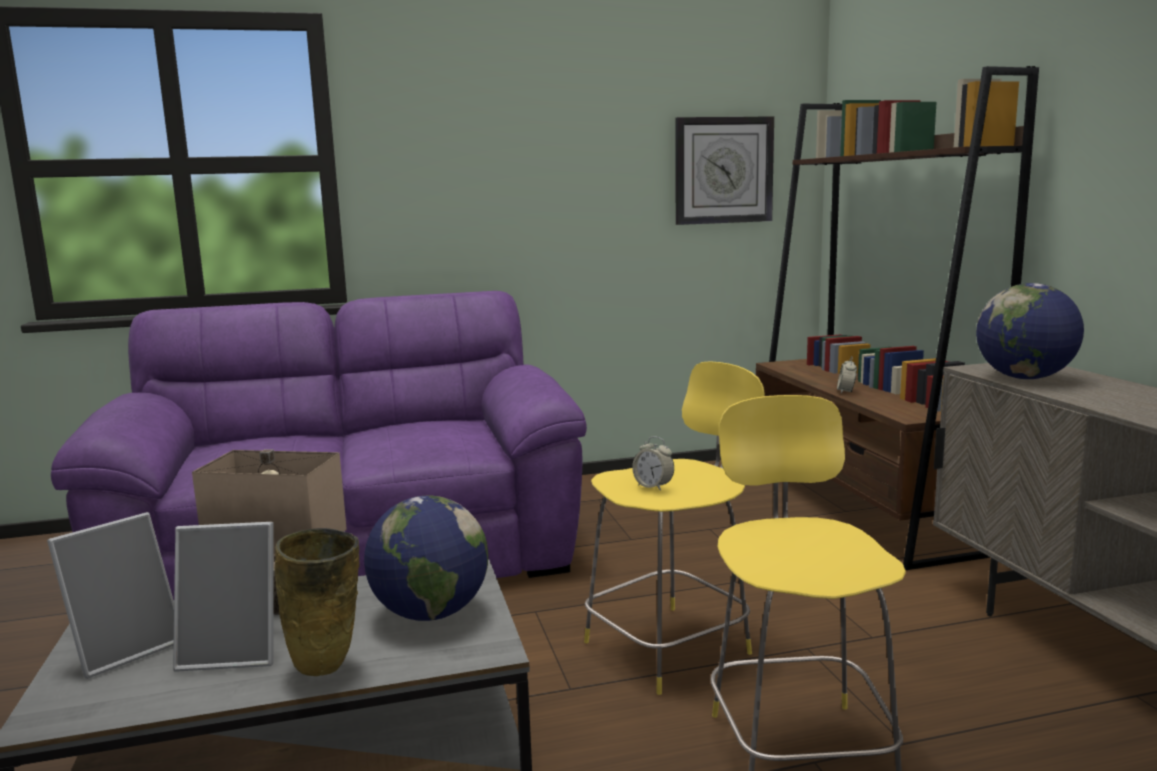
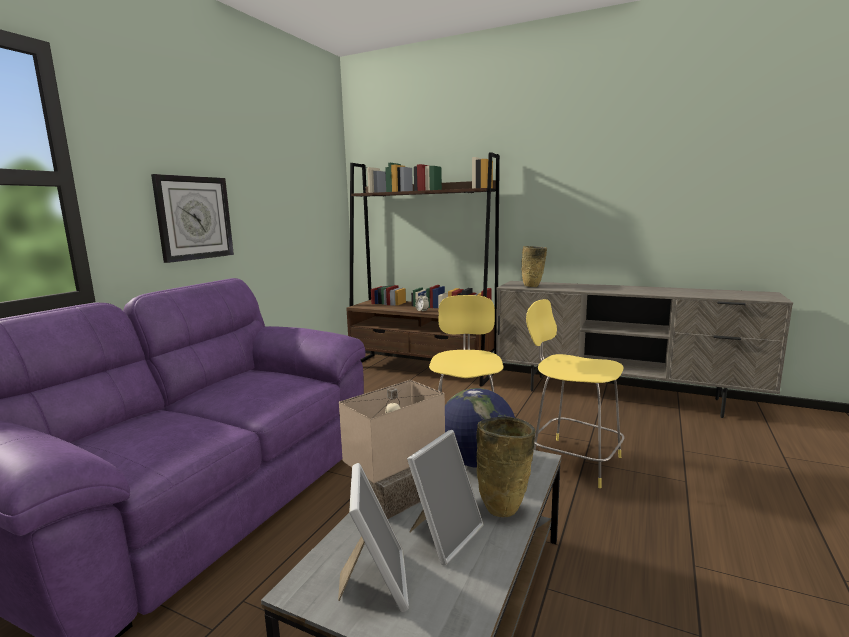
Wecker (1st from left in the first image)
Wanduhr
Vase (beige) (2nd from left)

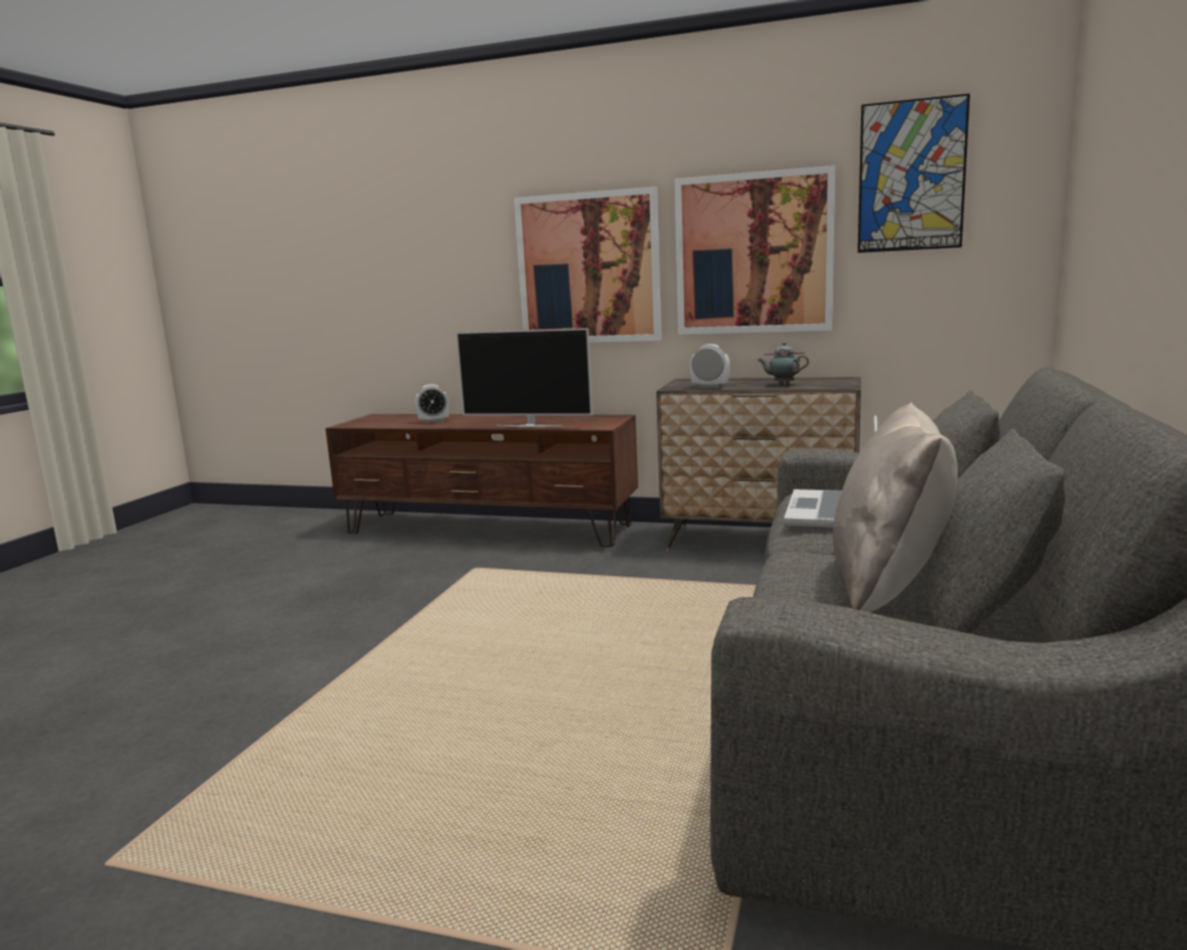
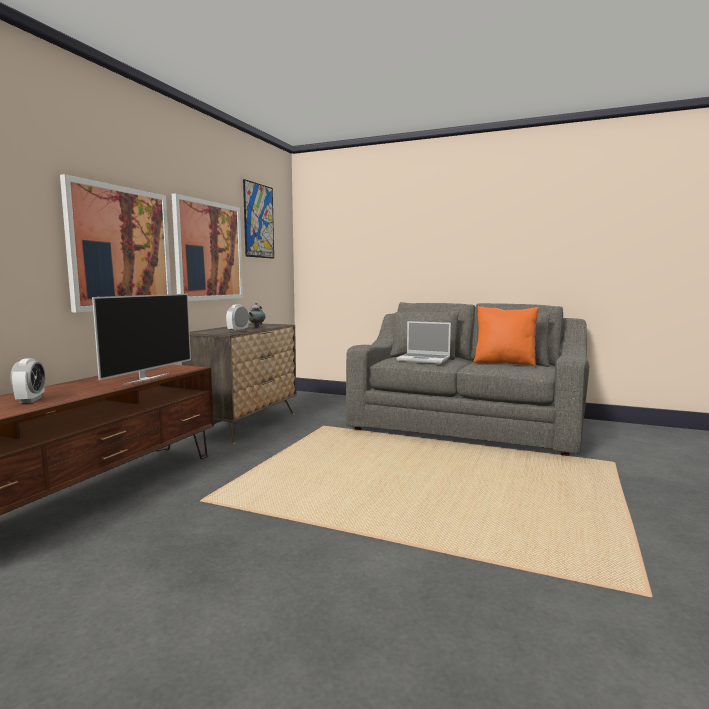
Kissen (orange)

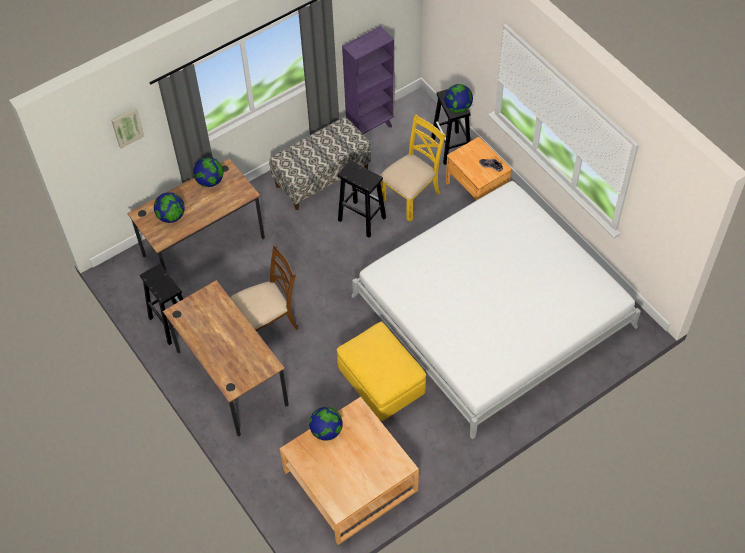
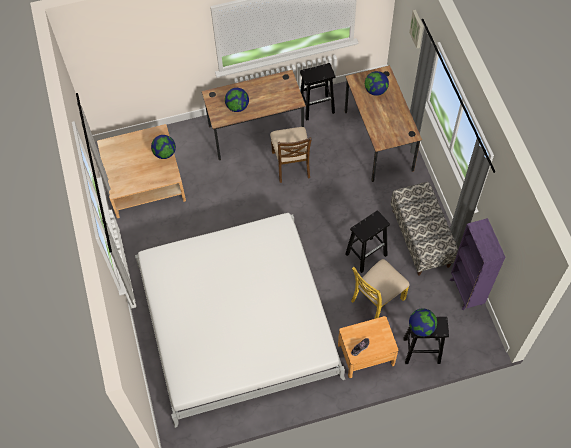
Polsterhocker (gelb)
Globus (2nd from left)
Stuhl (gelb)

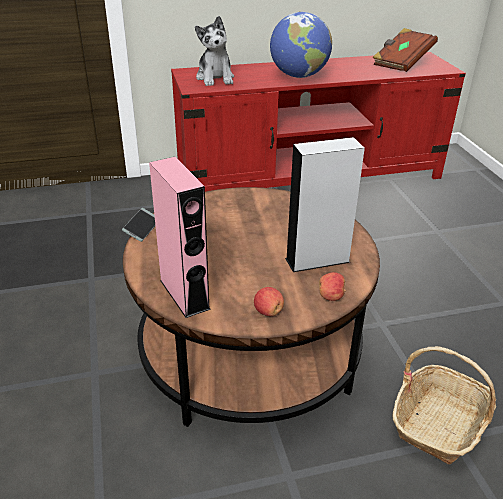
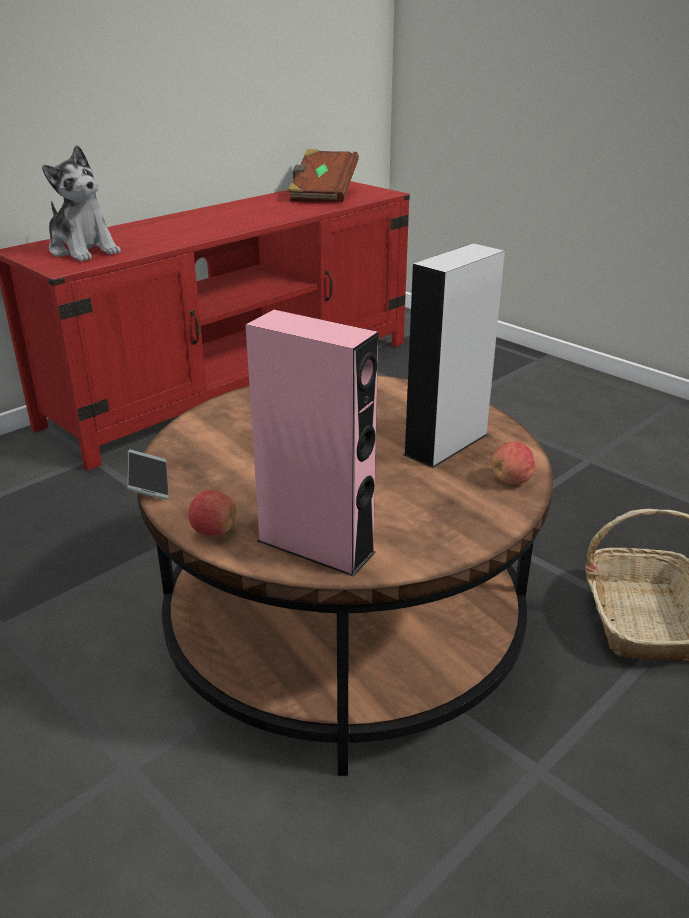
Globus
Apfel (1st from left)

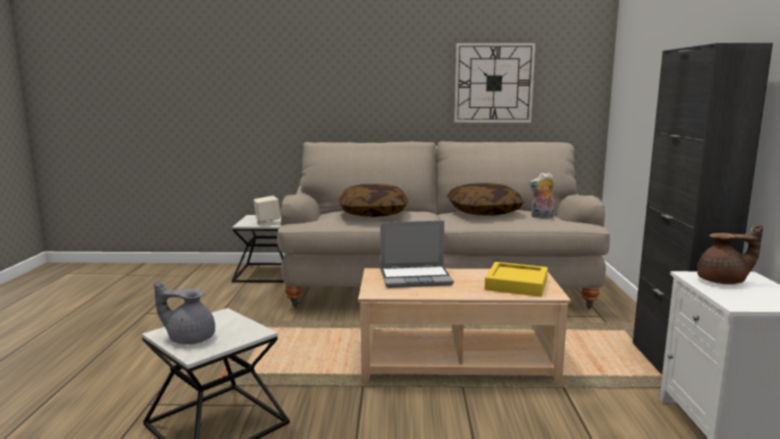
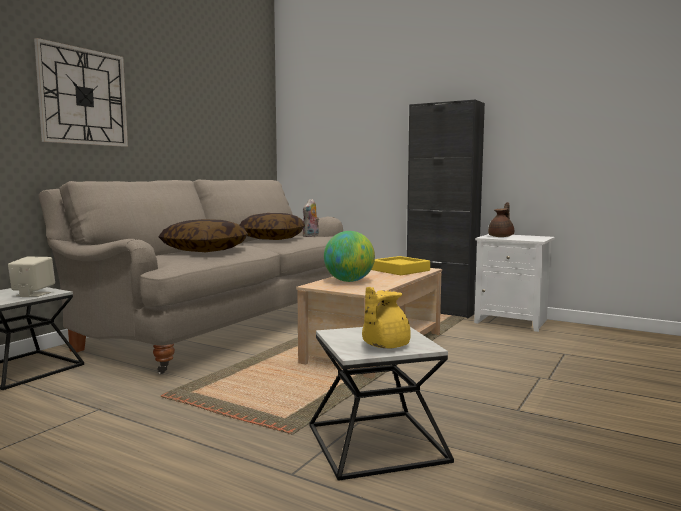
Wanduhr
Globus
Teekanne (gelb)

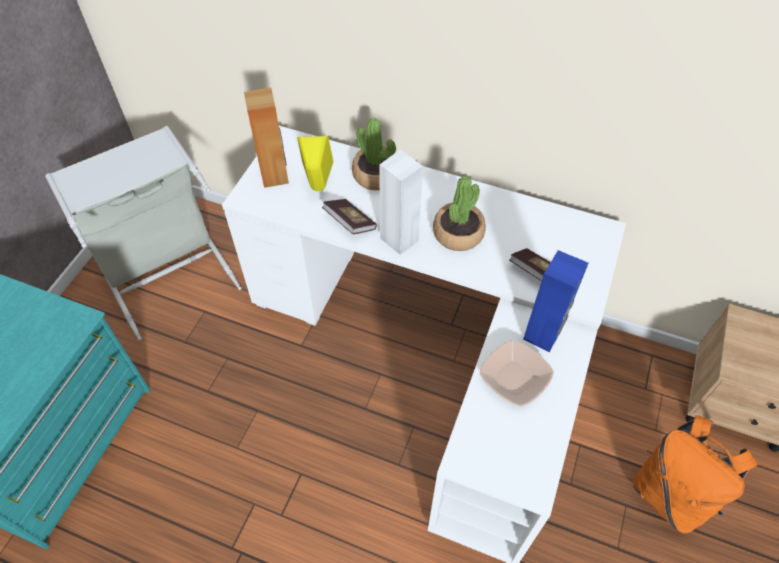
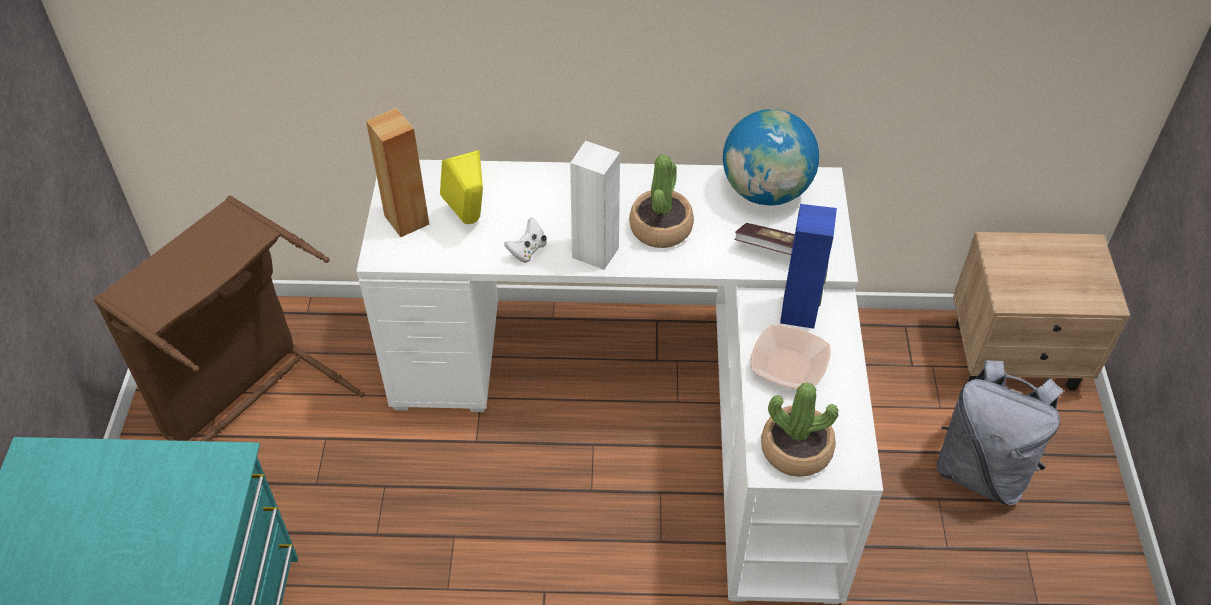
Globus
Topfpflanze (2nd from left)
Gamepad (weiß)
Wäschekorb (braun)
Rucksack (grau)

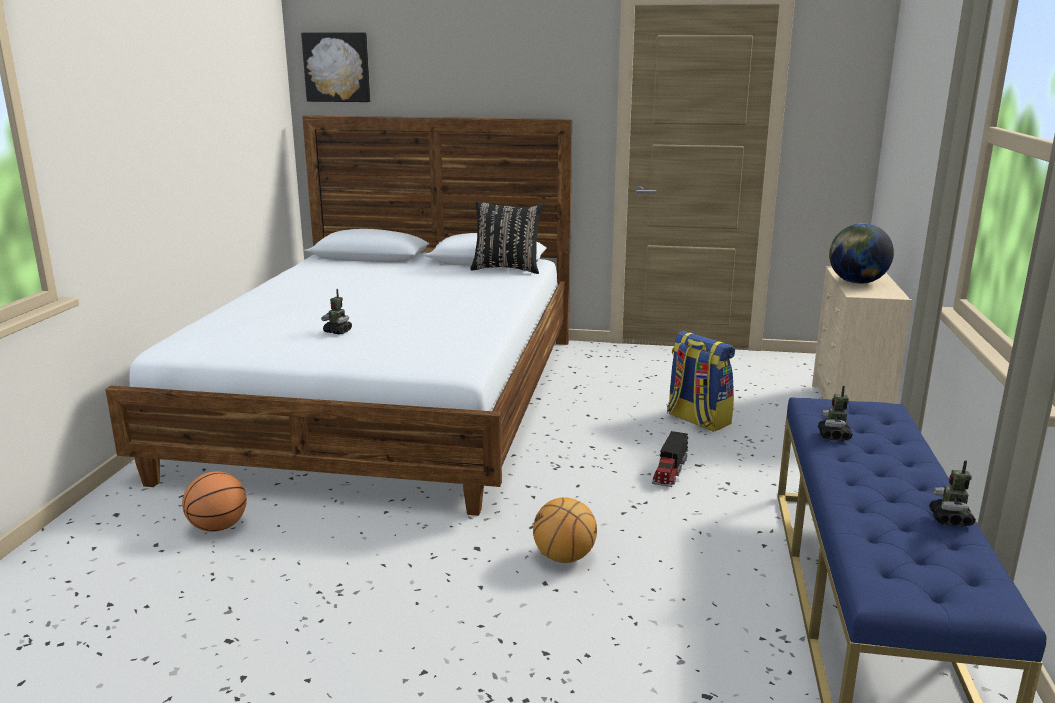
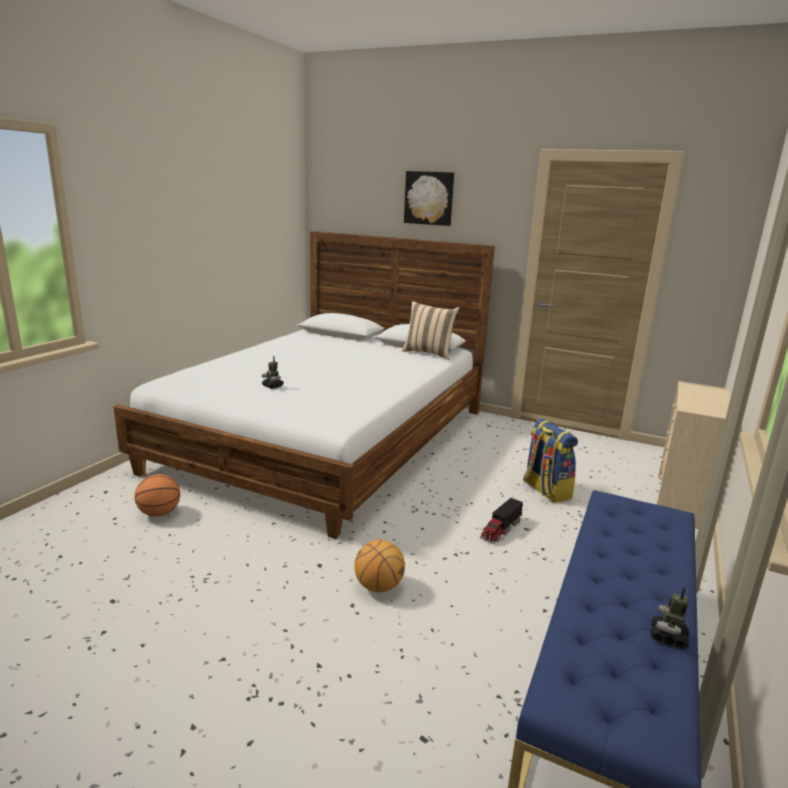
Spielzeugroboter (2nd from left in the first image)
Globus
Bild
Kissen (beige)

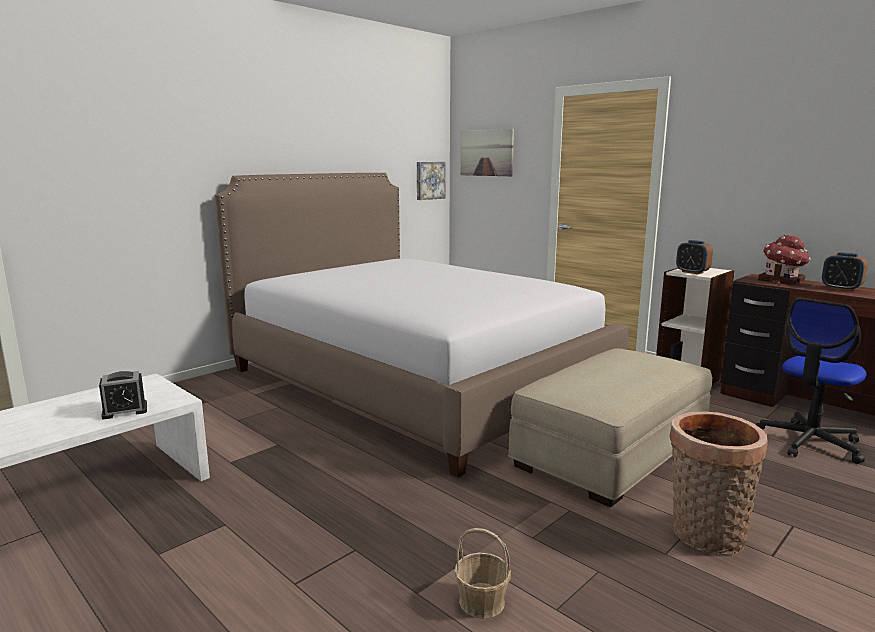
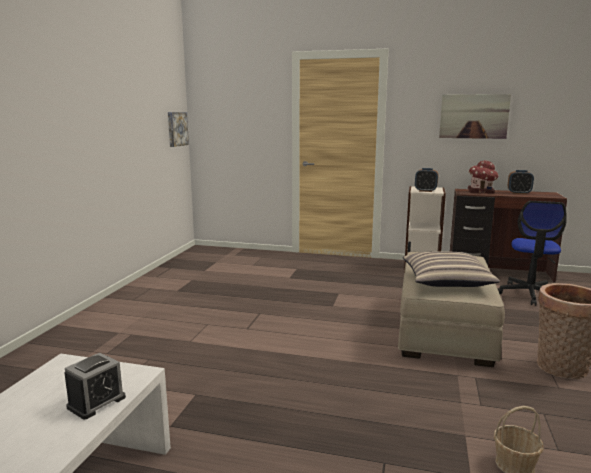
Bett
Kissen
Bild (2nd from left)

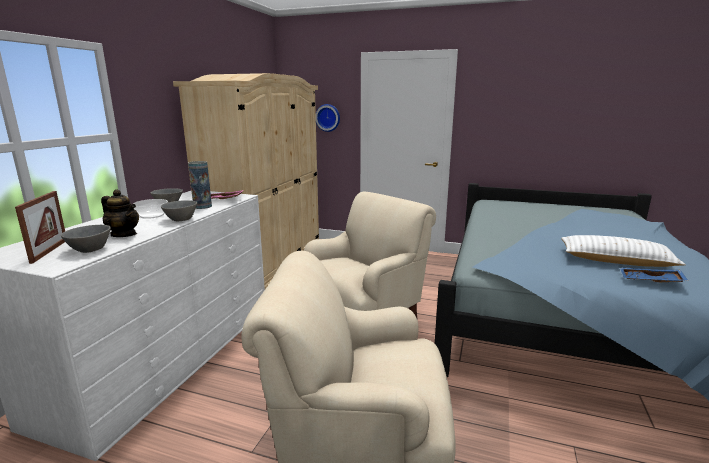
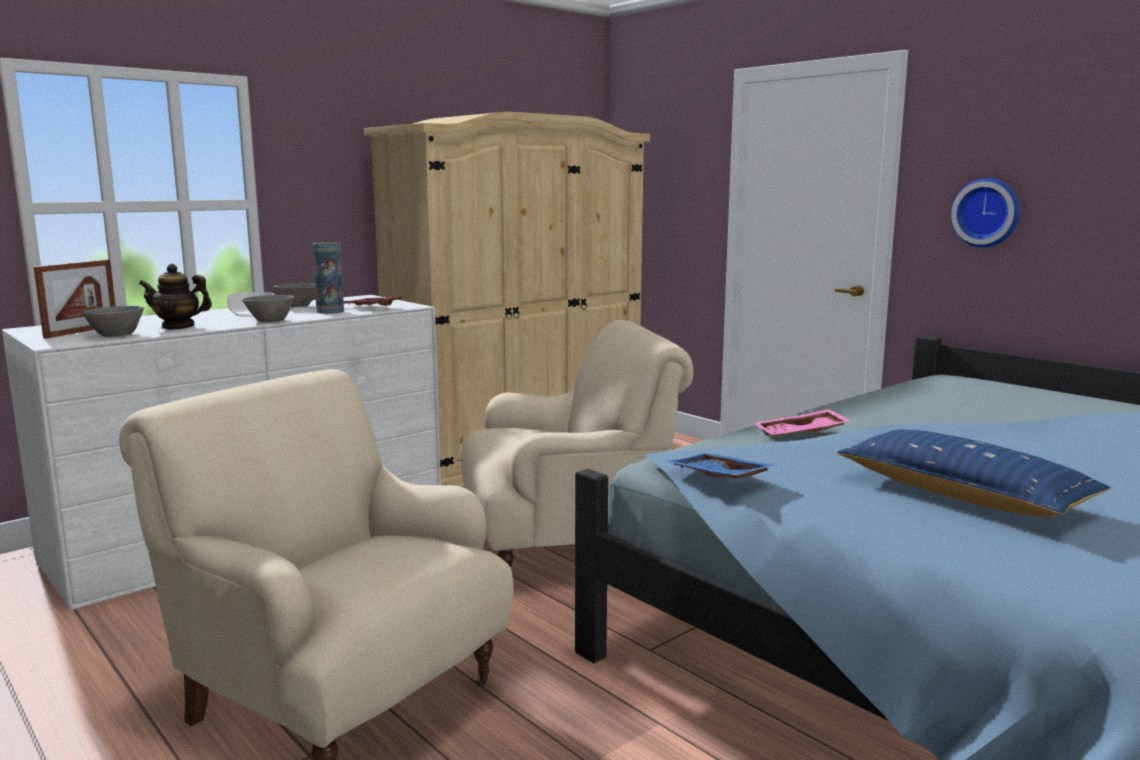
Tablett (rosa) (2nd from left)
Wanduhr
Tablett (blau)
Kissen (blau)
Teekanne

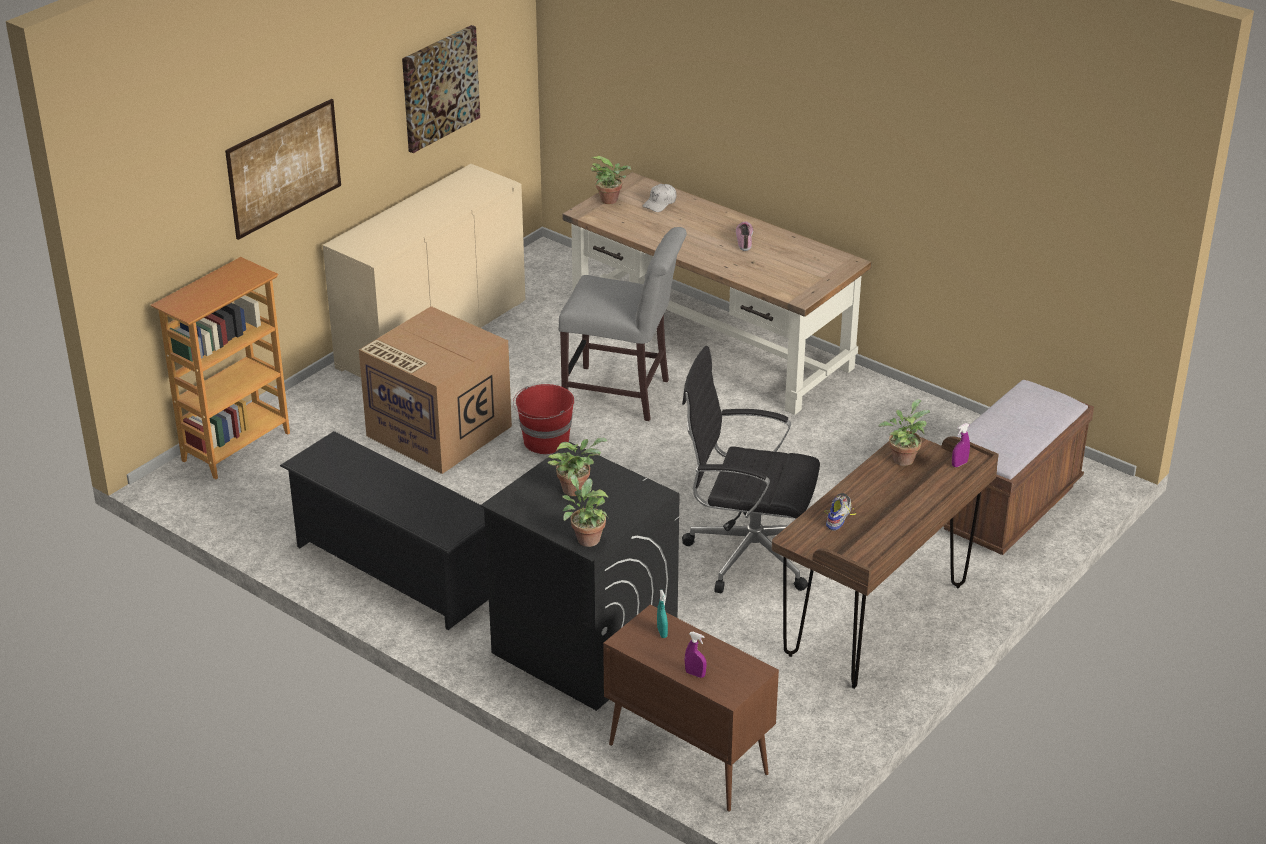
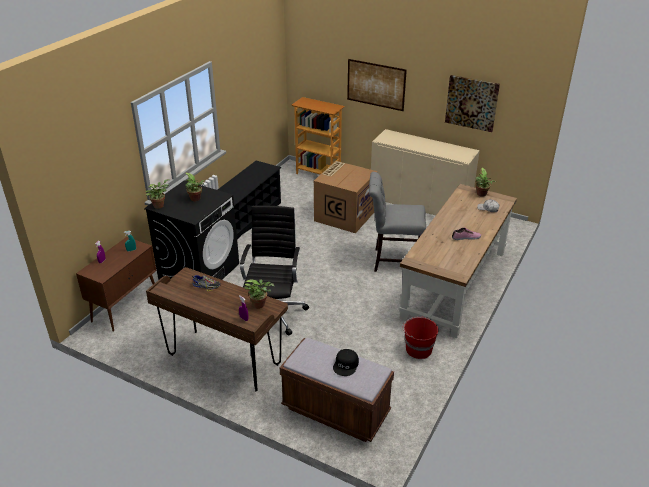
Kappe (schwarz)
Eimer (rot)
Stuhl (grau)

